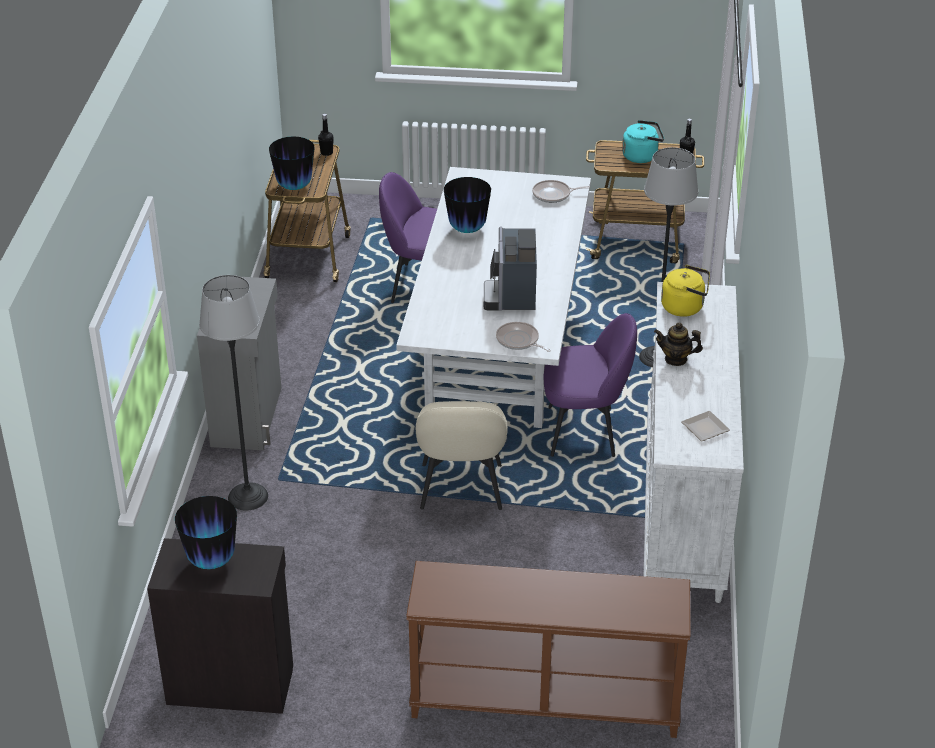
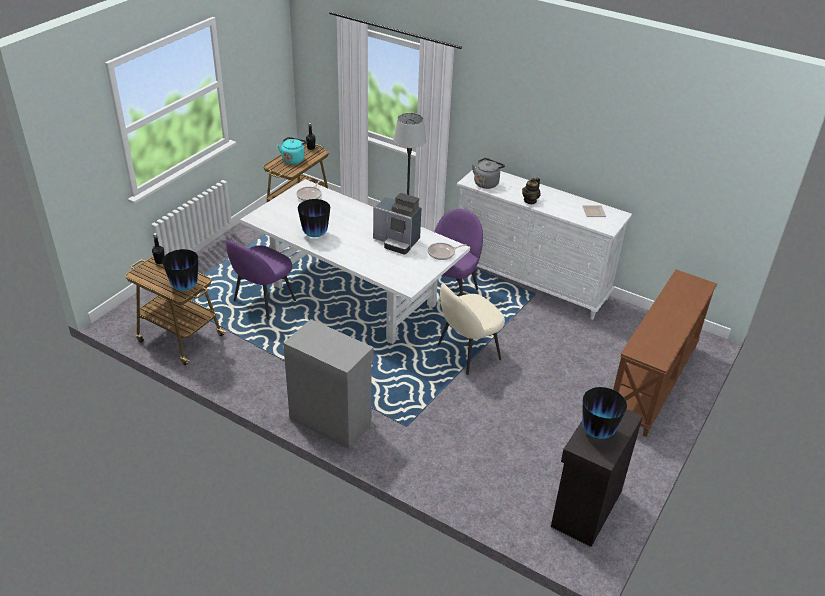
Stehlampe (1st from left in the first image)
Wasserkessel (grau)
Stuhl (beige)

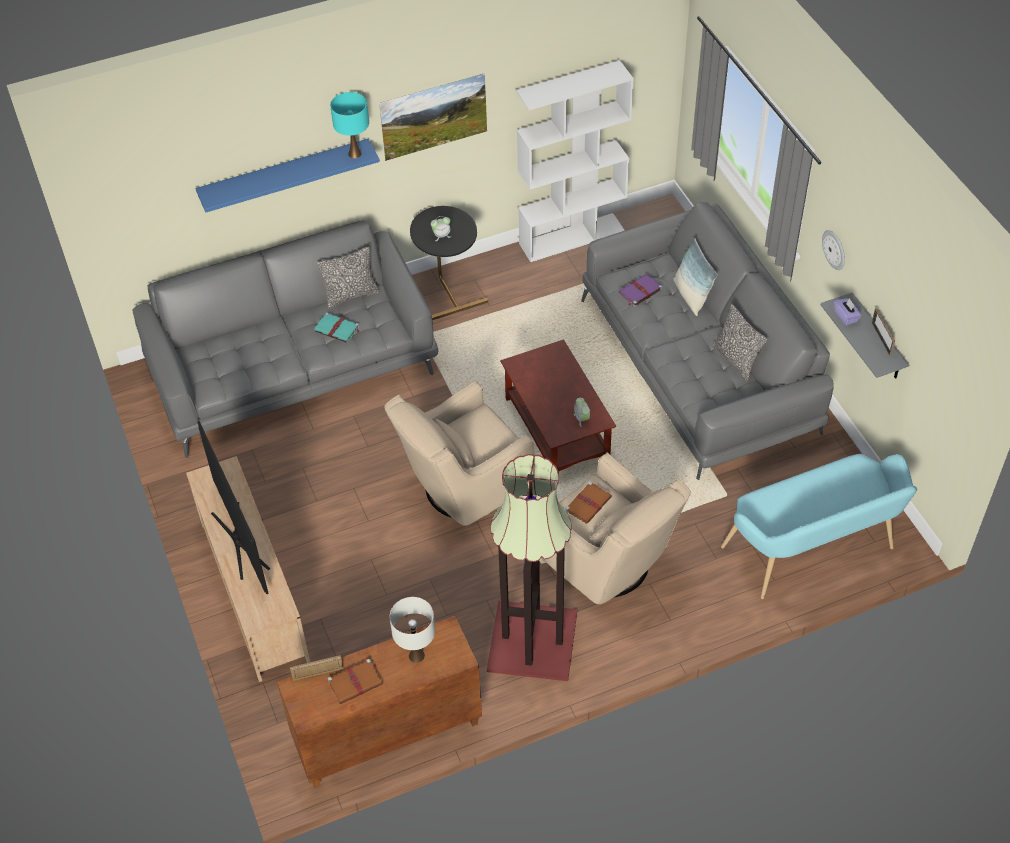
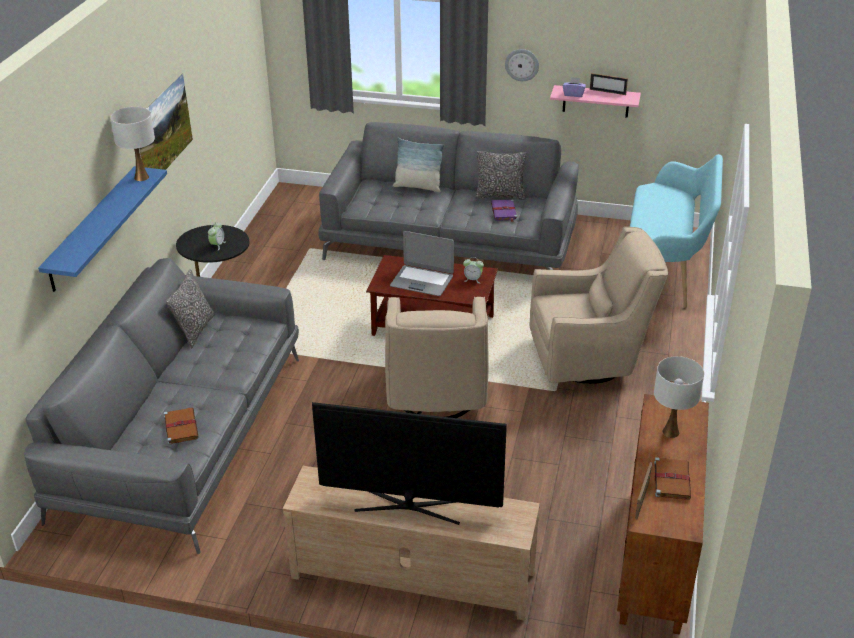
Buch (türkis)
Stehlampe
Bücherregal (weiß)
Laptop
Buch (braun) (1st from left)
Buch (lila)
Tischlampe (weiß) (1st from left)
Wandregal (rosa)

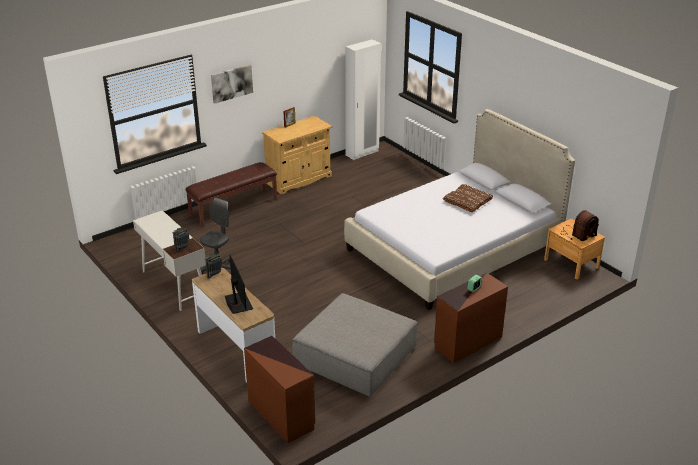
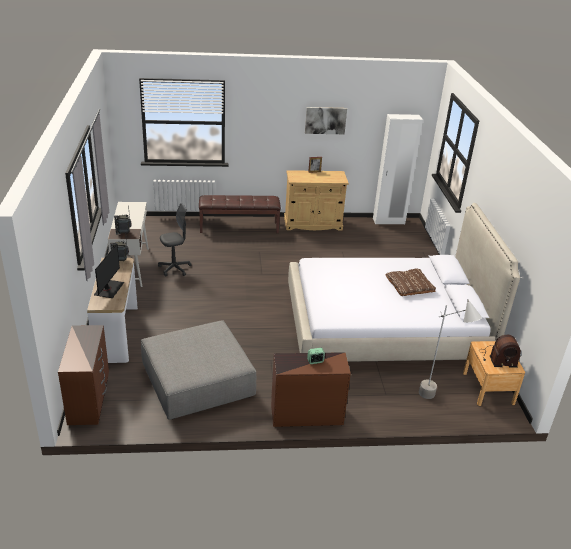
Stehlampe (grau)
Bild

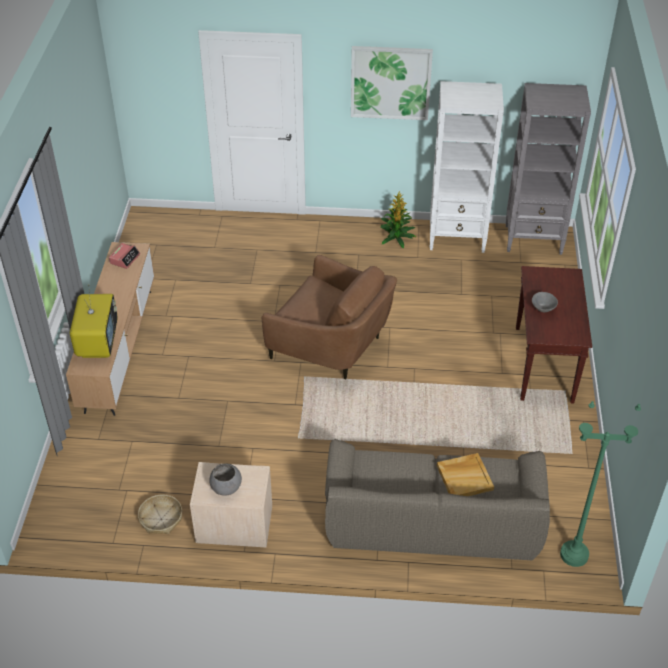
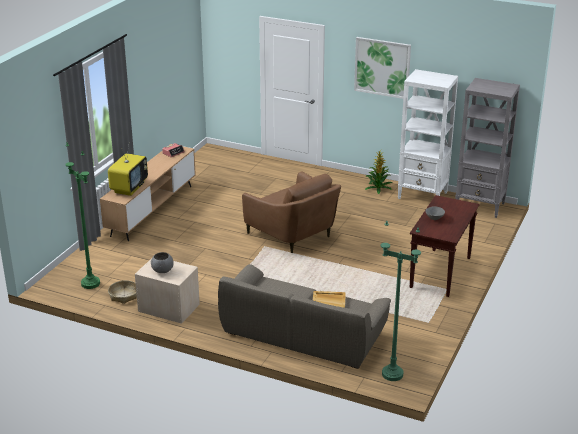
Stehlampe (grün) (1st from left)

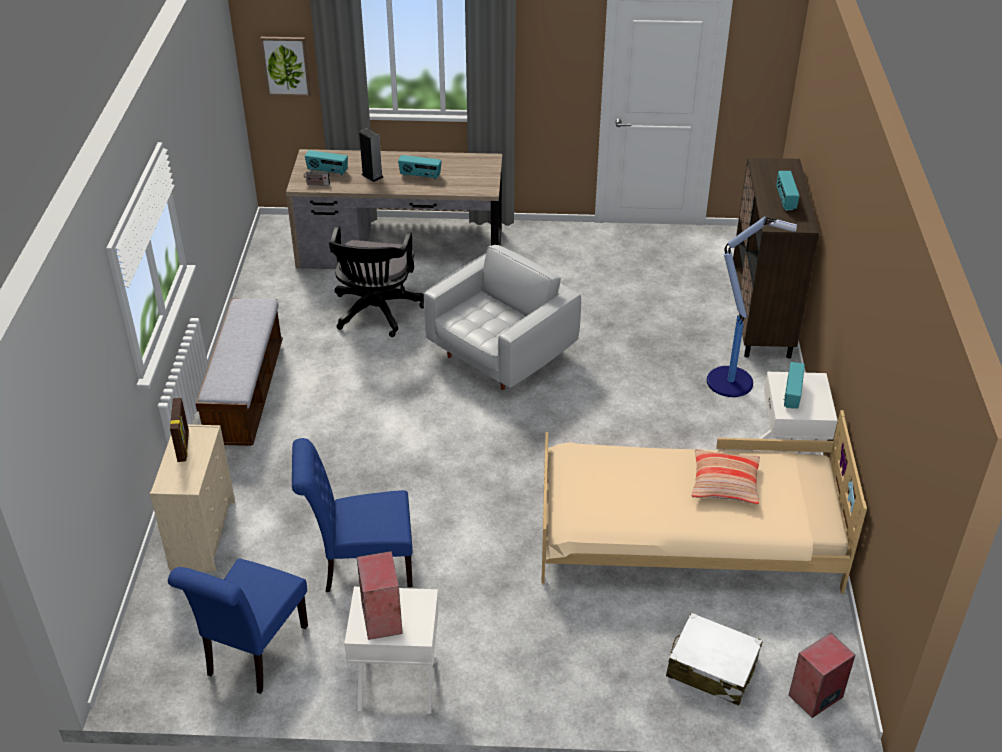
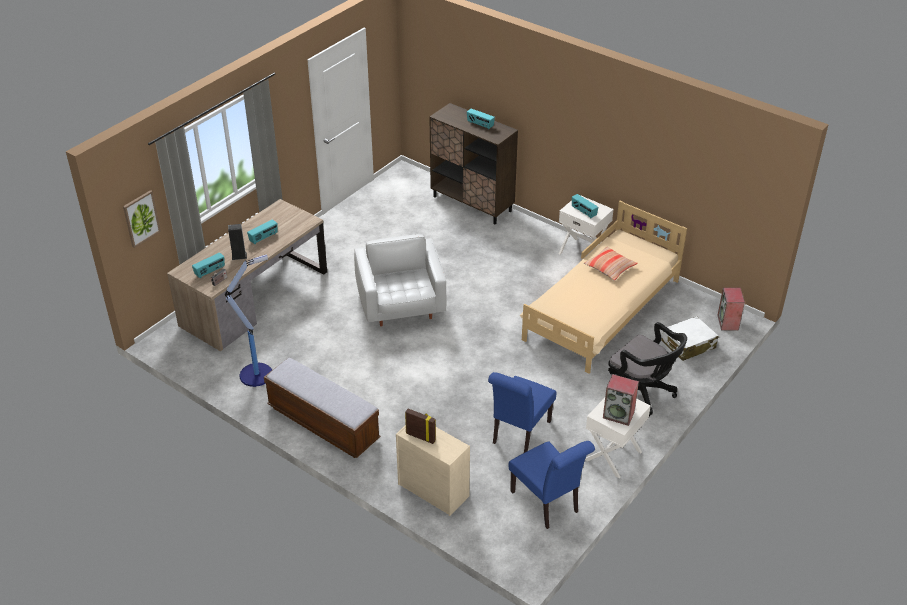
Bürostuhl (schwarz)
Stehlampe

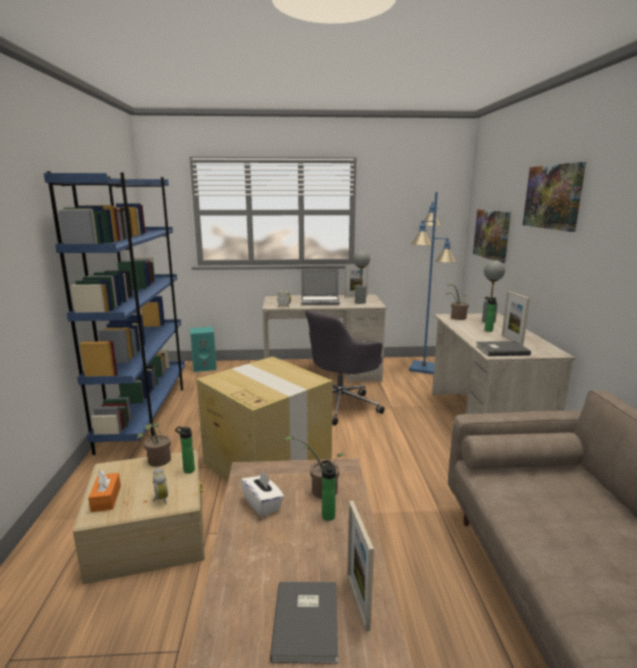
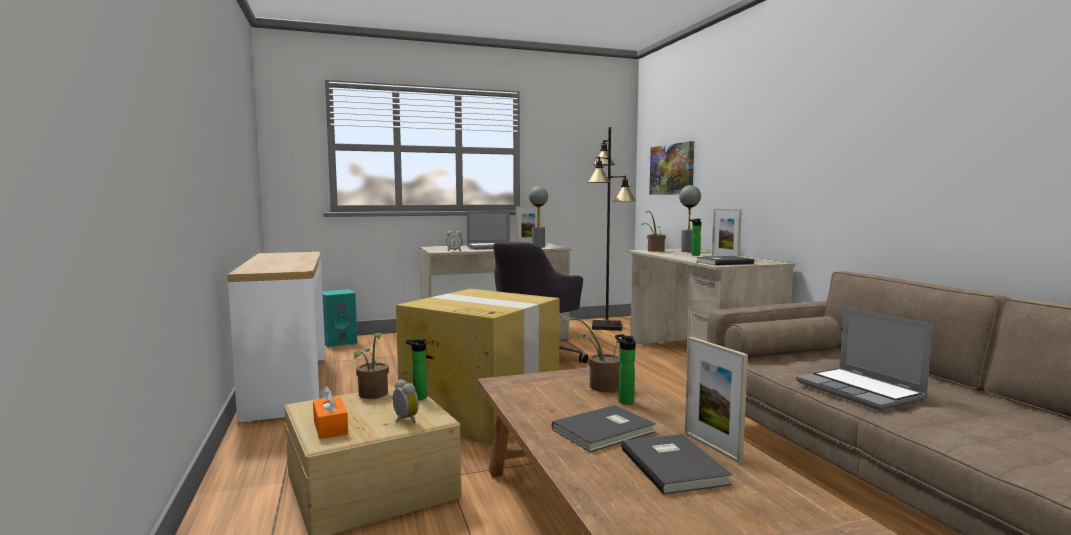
Taschentuchbox (weiß)
Bild (2nd from left in the first image)
Buch (grau) (1st from left)
Laptop (2nd from left)
Konsolentisch
Stehlampe (schwarz)

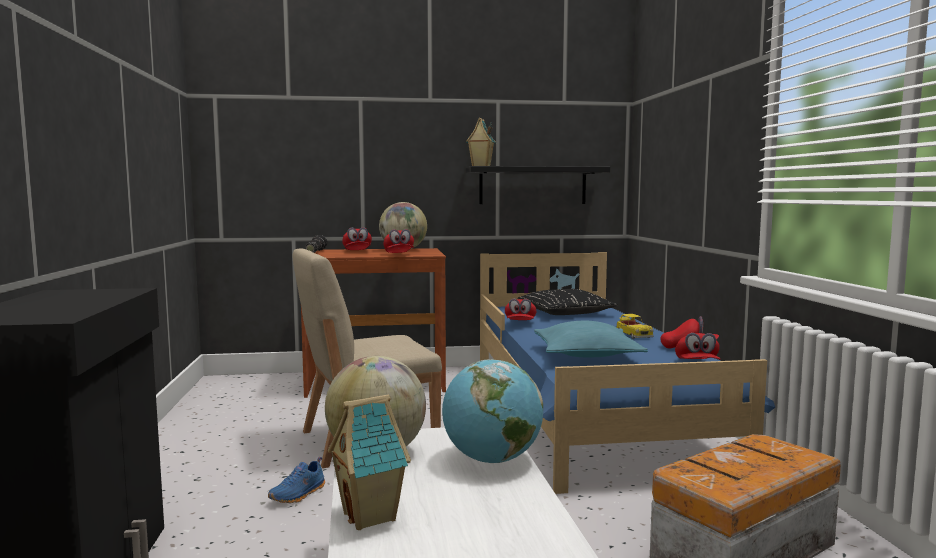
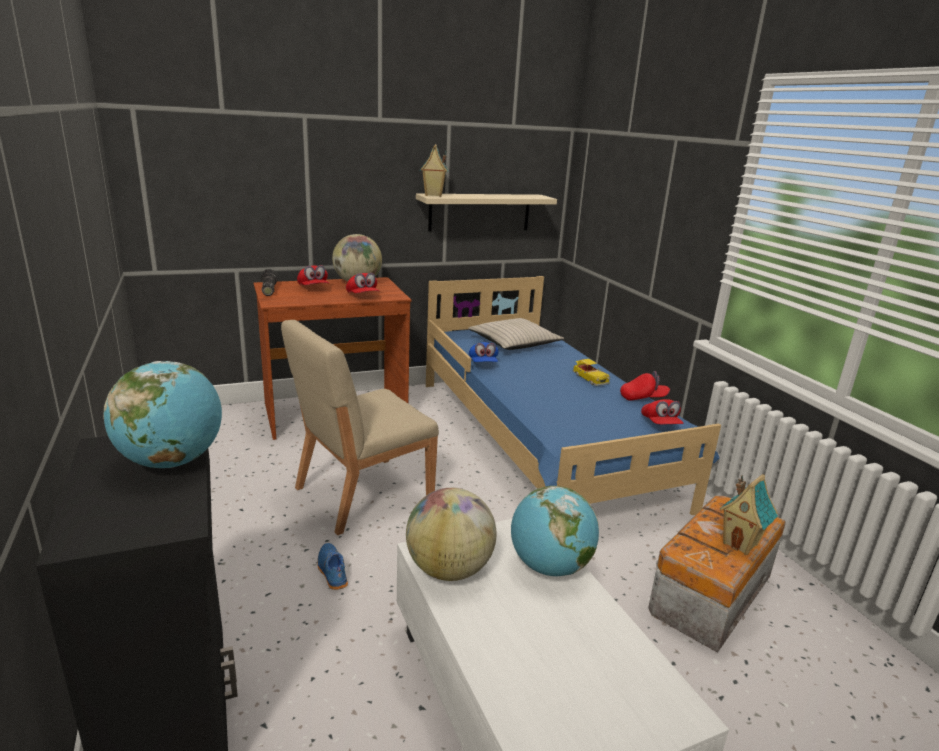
Kissen (türkis)
Globus (1st from left)
Spielzeughaus (2nd from left)
Wandregal (beige)
Kappe (blau)
Kissen (beige)
Schuh (blau)

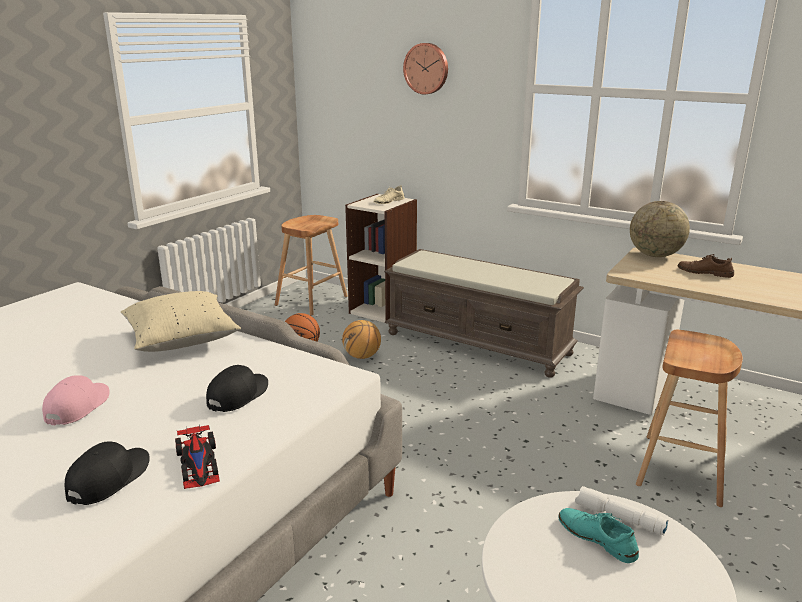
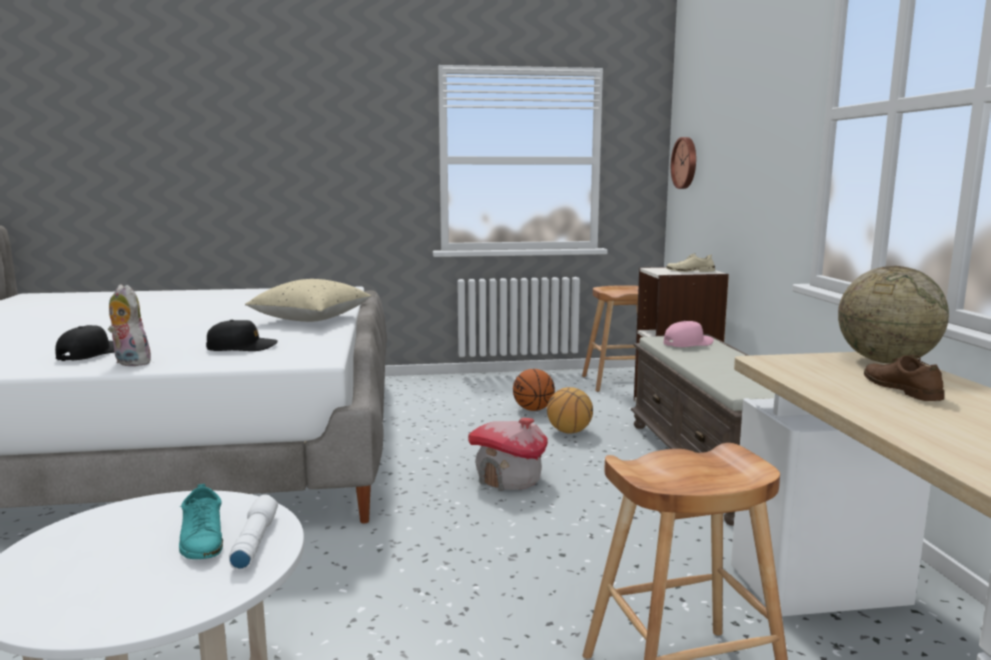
Spielzeughaus
Kappe (rosa)
Wanduhr
Plüschtier
Kappe (schwarz) (1st from left)
Schuh (türkis)

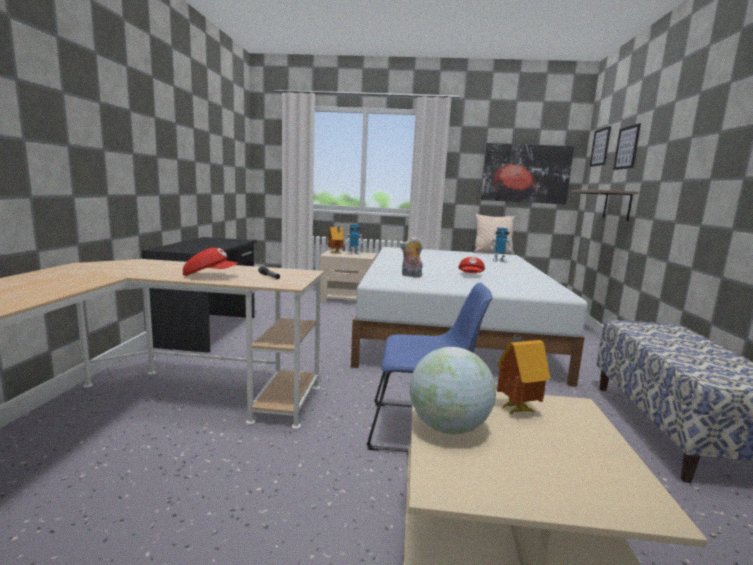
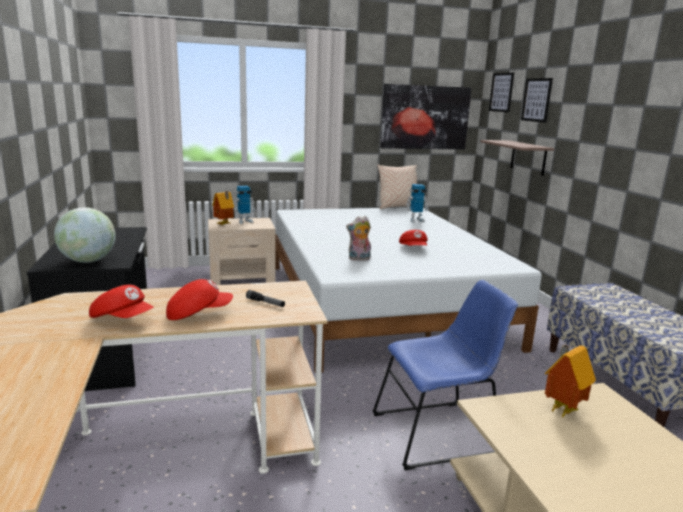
Kappe (rot) (1st from left)
Globus

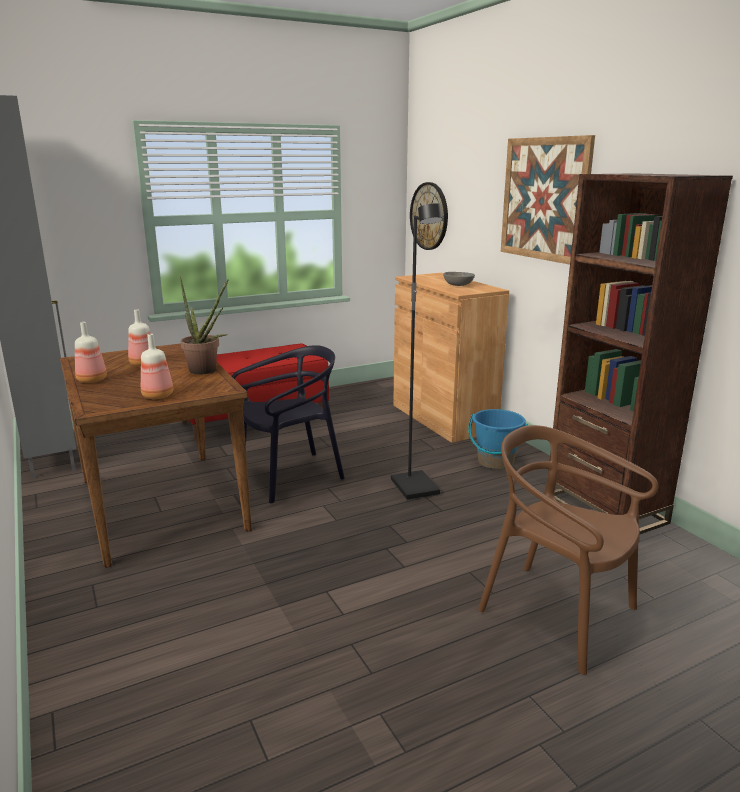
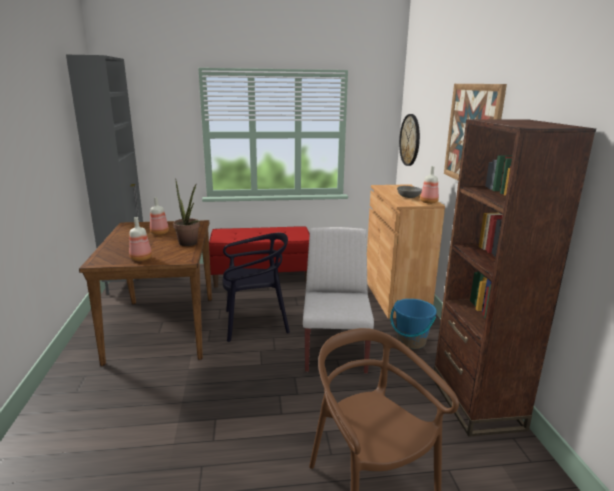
Flasche (3rd from left)
Stuhl (weiß)

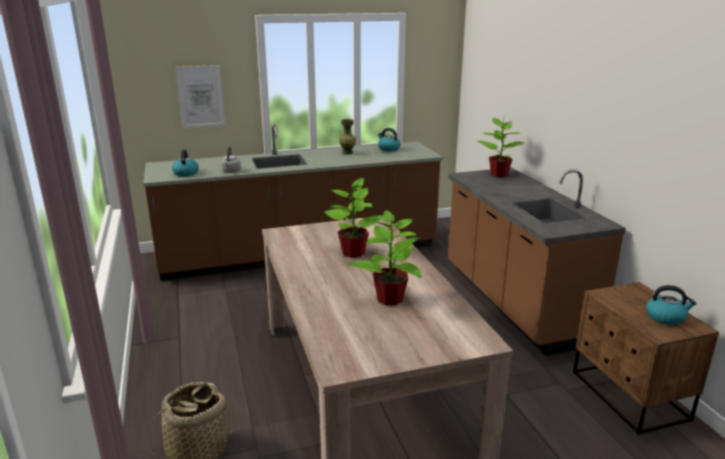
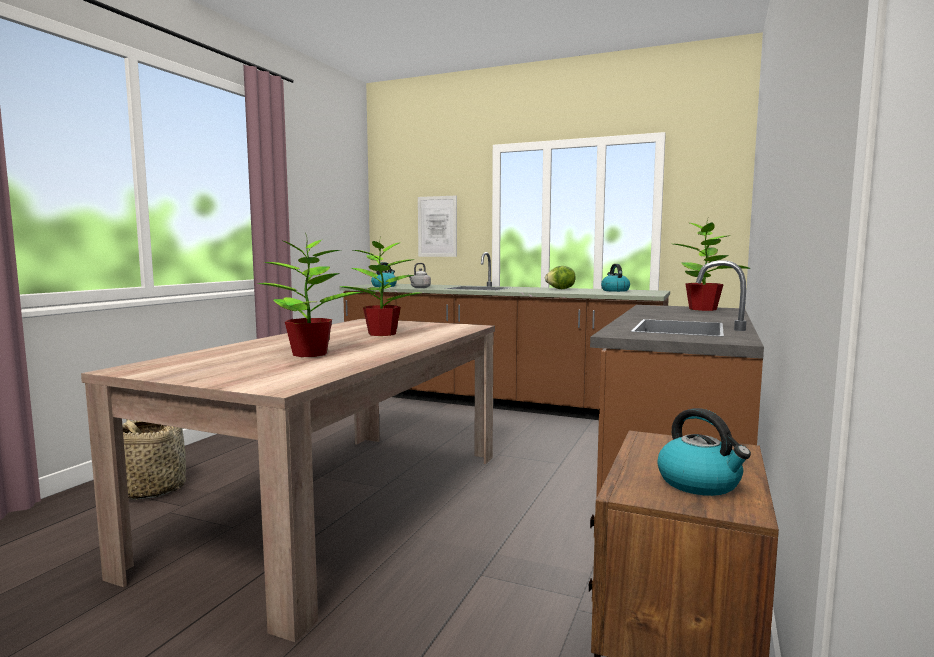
Salatkopf

